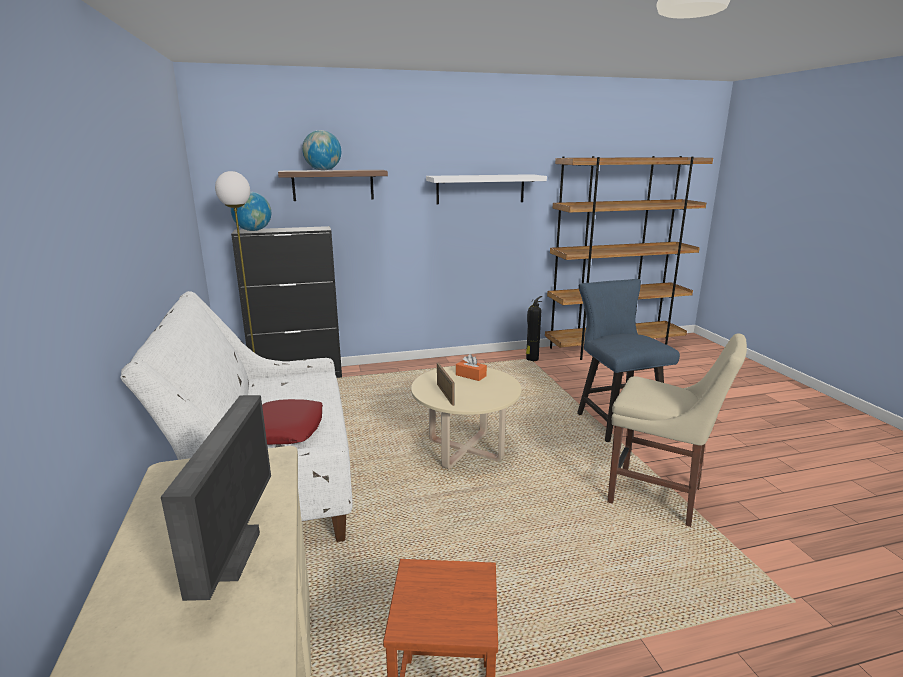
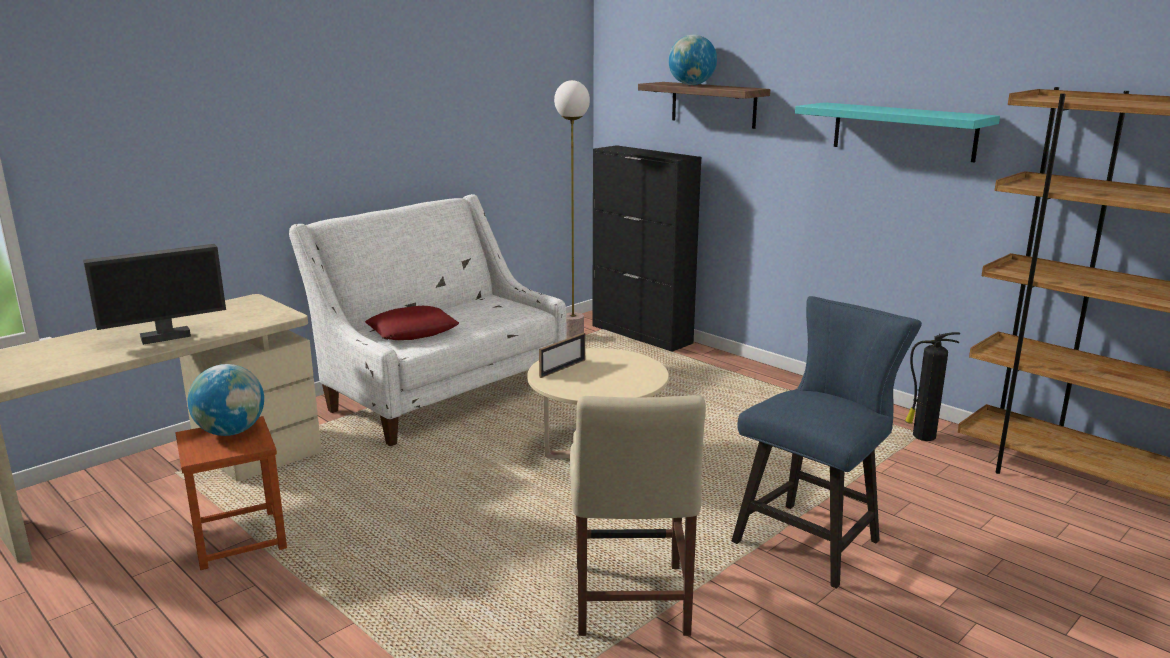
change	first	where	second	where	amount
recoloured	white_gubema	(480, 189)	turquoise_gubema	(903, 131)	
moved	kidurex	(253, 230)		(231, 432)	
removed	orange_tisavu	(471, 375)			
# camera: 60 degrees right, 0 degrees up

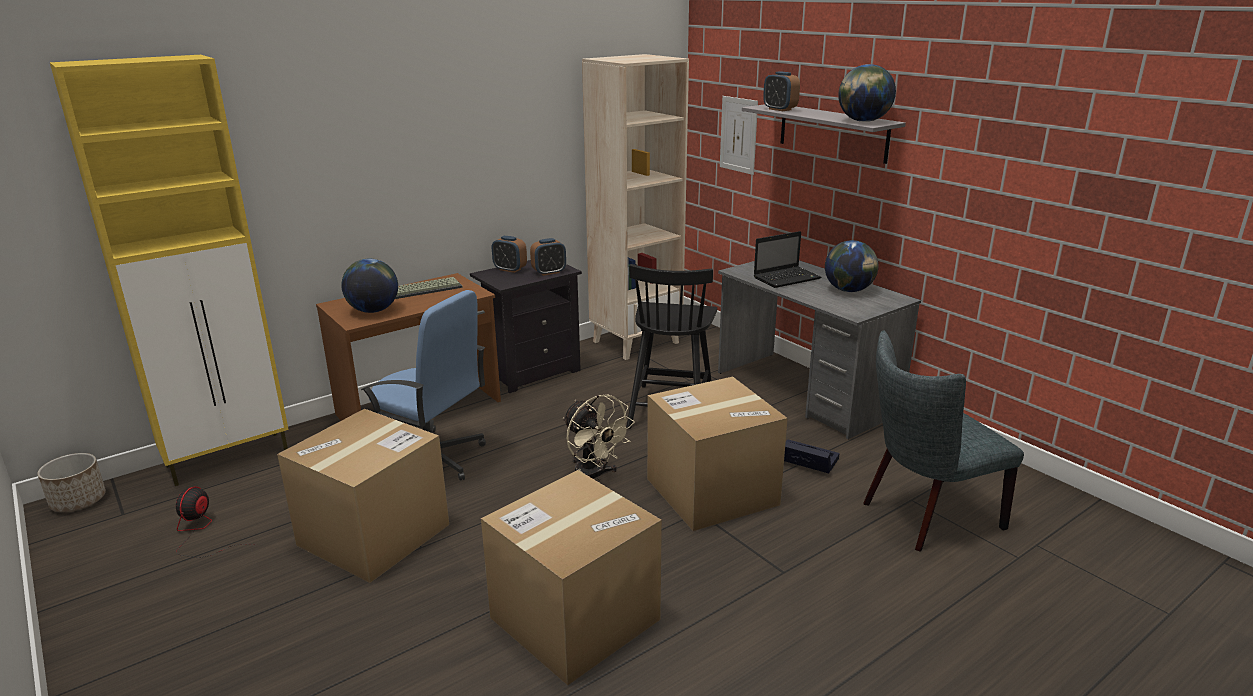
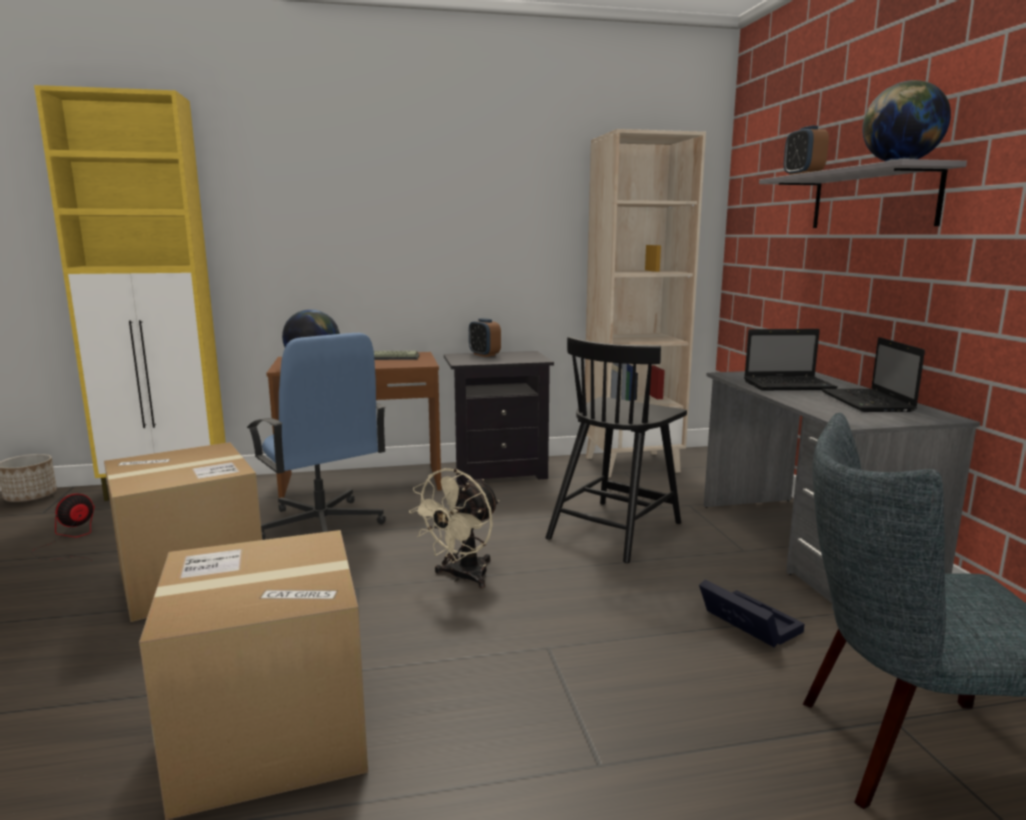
change	first	where	second	where	amount
removed	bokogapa	(738, 135)			
removed	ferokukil	(549, 272)			
replaced	kidurex	(849, 290)	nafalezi	(868, 402)	
removed	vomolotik	(712, 491)			
turned	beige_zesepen	(594, 476)		(462, 577)	45 degrees clockwise
# camera: 25 degrees right, 10 degrees down

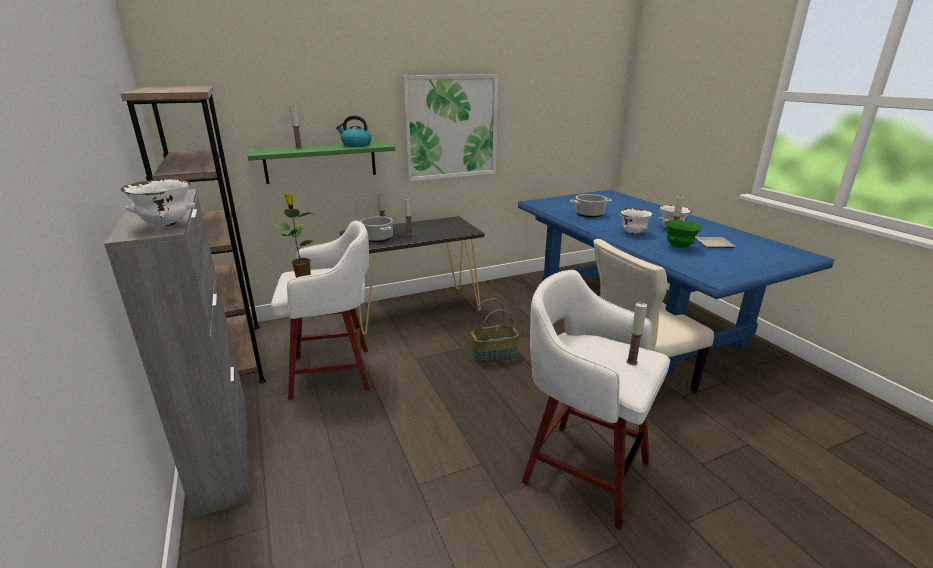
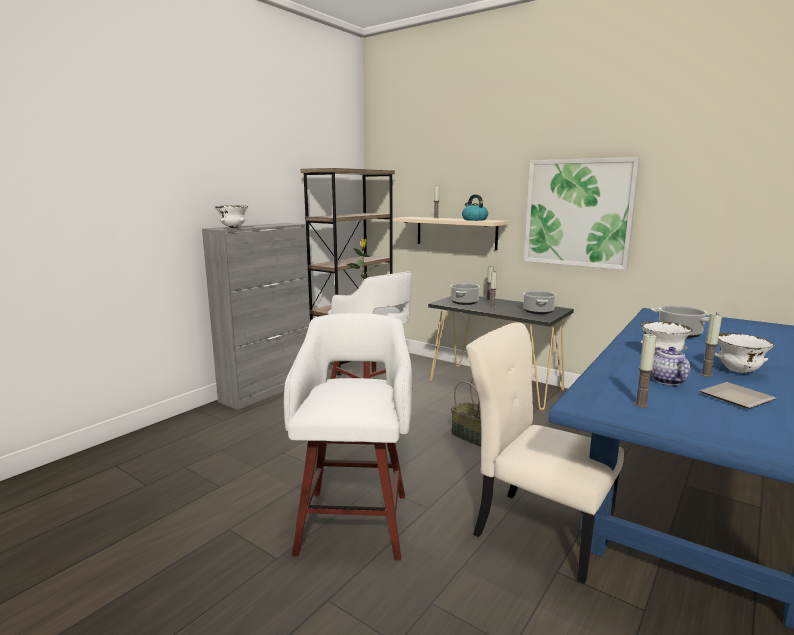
change	first	where	second	where	amount
recoloured	green_gubema	(321, 162)	beige_gubema	(456, 232)	
replaced	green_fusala	(678, 247)	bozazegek	(666, 380)	
moved	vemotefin	(631, 362)		(641, 405)	
added			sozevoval	(538, 311)	
# camera: 60 degrees right, 10 degrees down

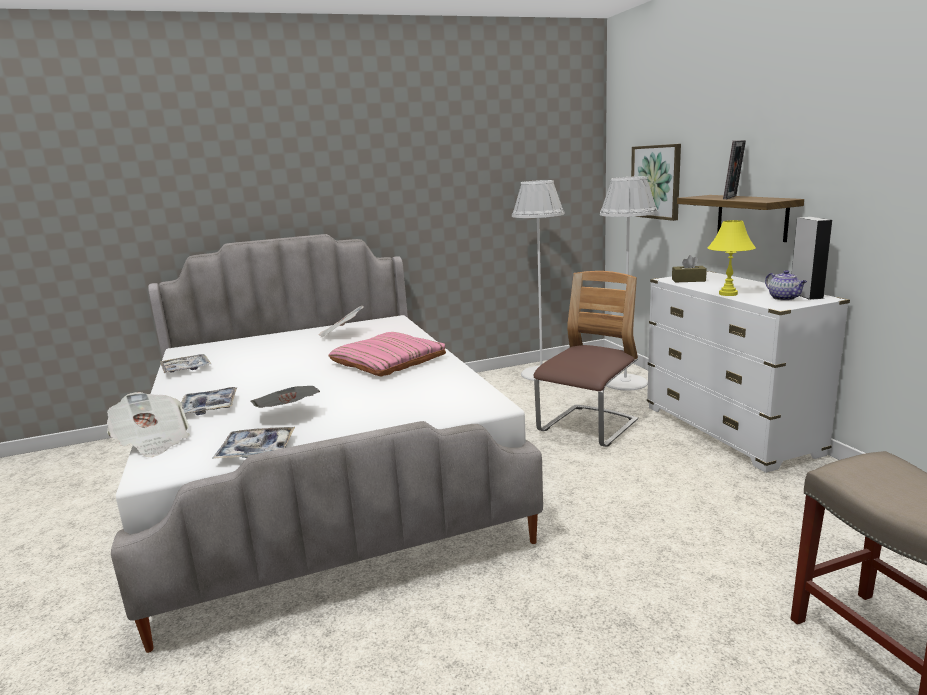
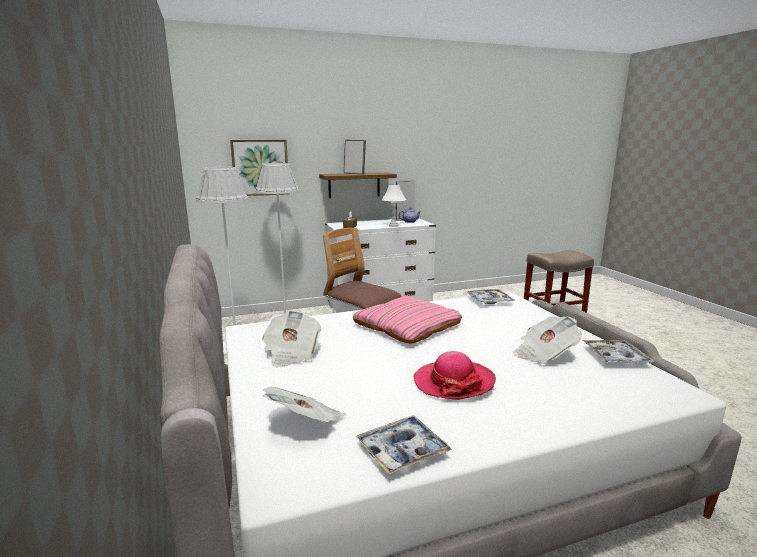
change	first	where	second	where	amount
recoloured	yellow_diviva	(727, 294)	white_diviva	(393, 225)	
moved	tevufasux	(209, 407)		(489, 301)	
moved	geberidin	(153, 442)		(306, 423)	
added			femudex	(454, 382)	
# camera: 90 degrees left, 0 degrees up

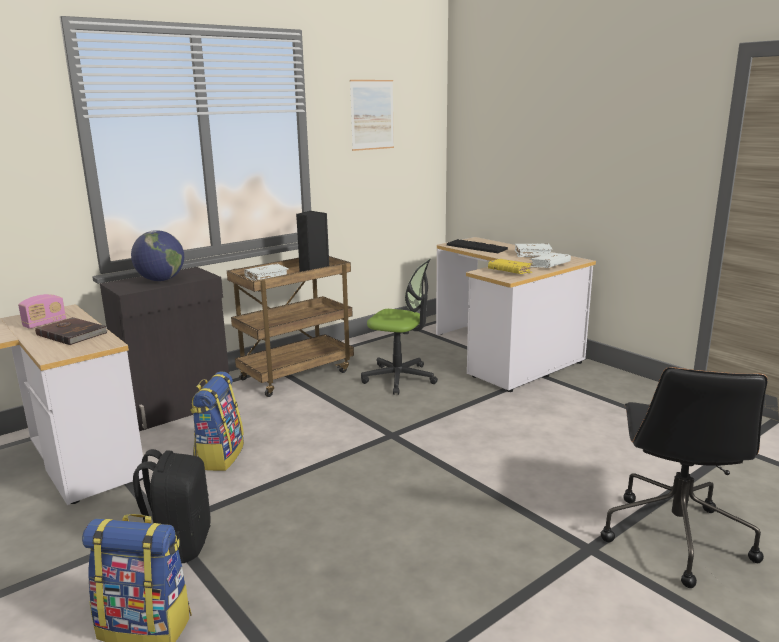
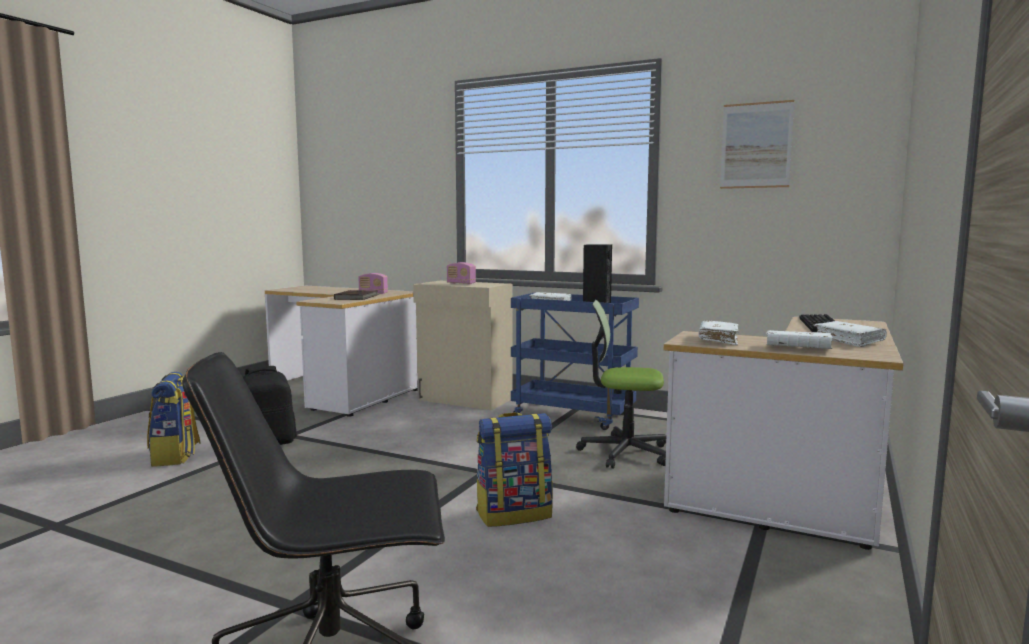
change	first	where	second	where	amount
replaced	kidurex	(161, 280)	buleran	(461, 283)	
recoloured	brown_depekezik	(296, 374)	blue_depekezik	(574, 416)	
turned	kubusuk	(399, 378)		(624, 452)	105 degrees clockwise
recoloured	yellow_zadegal	(509, 272)	white_zadegal	(718, 340)	
recoloured	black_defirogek	(178, 408)	beige_defirogek	(464, 400)	
moved	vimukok	(219, 456)		(514, 514)	
# camera: 65 degrees right, 10 degrees down

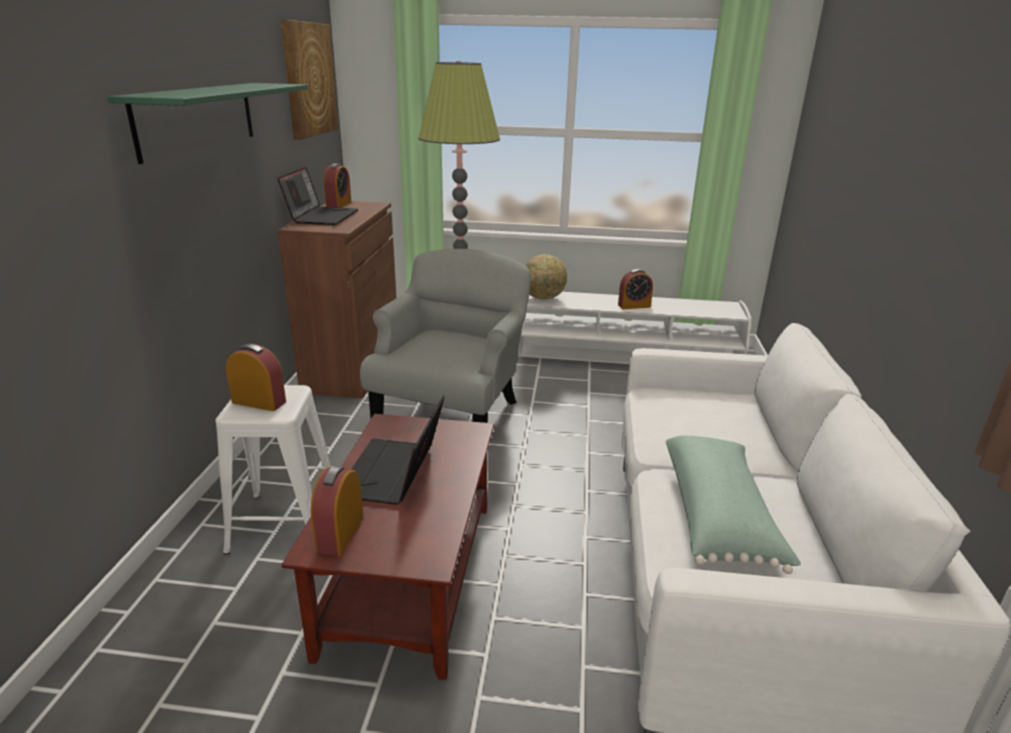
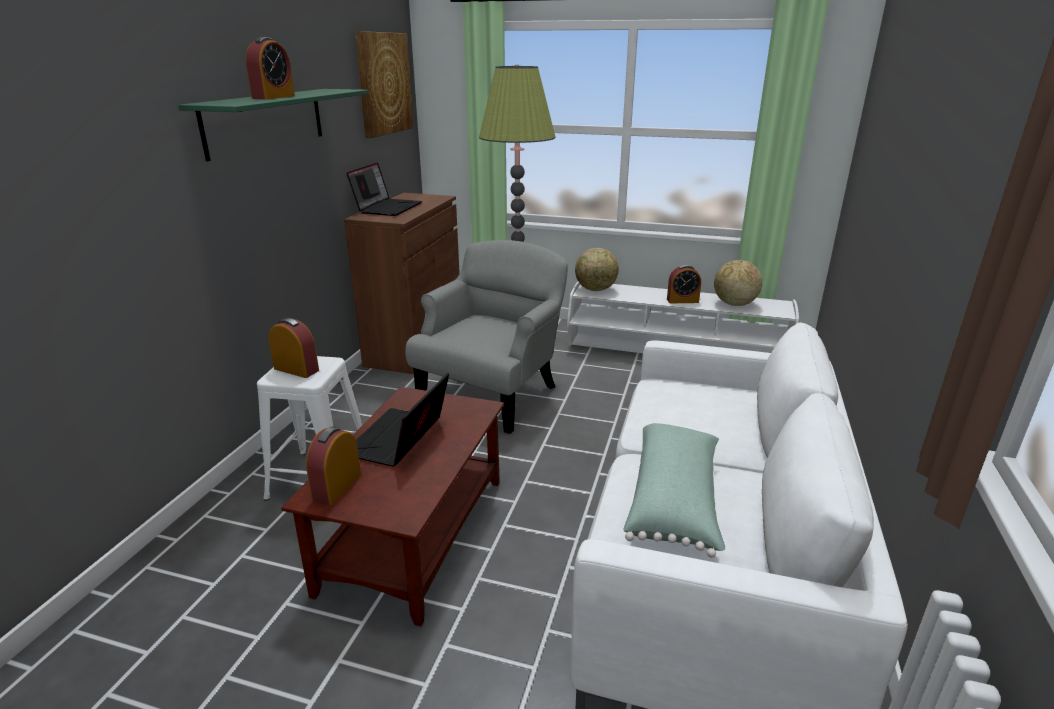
change	first	where	second	where	amount
moved	ferokukil	(339, 204)		(273, 97)	
added			kidurex	(734, 304)	
# camera: 10 degrees right, 0 degrees up

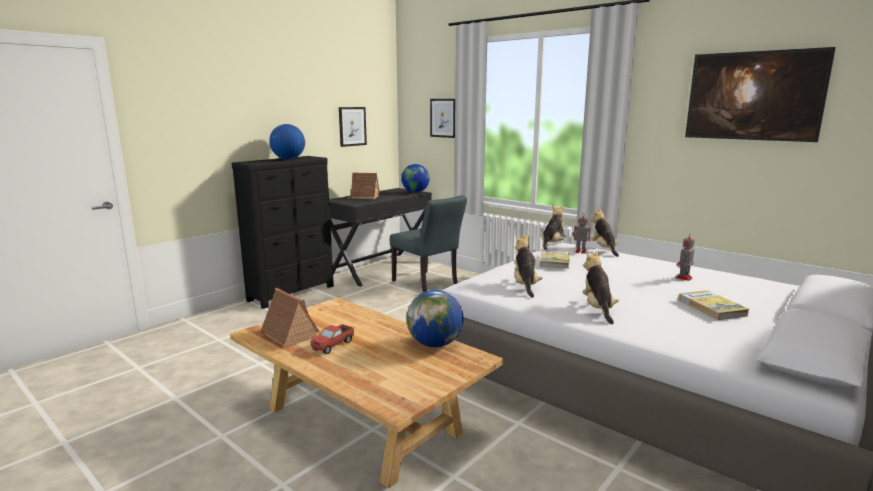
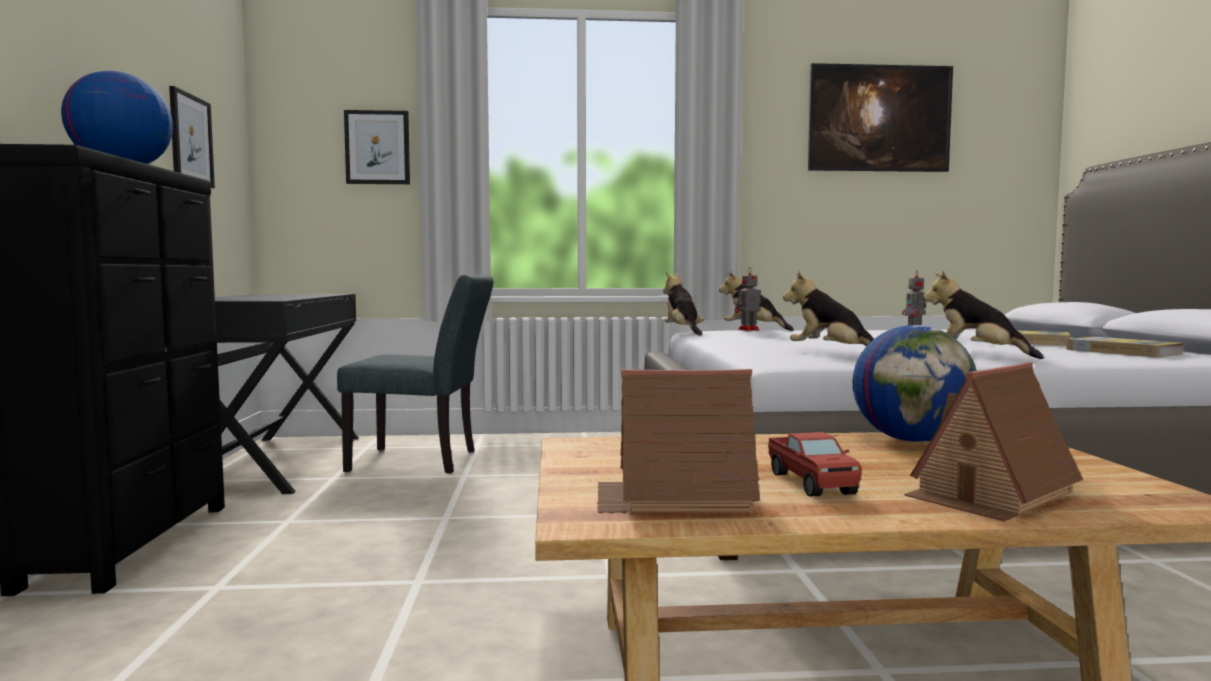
change	first	where	second	where	amount
removed	kidurex	(415, 192)			
moved	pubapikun	(363, 197)		(990, 494)	
moved	zadegal	(554, 261)		(1122, 352)	
# camera: 45 degrees left, 10 degrees down

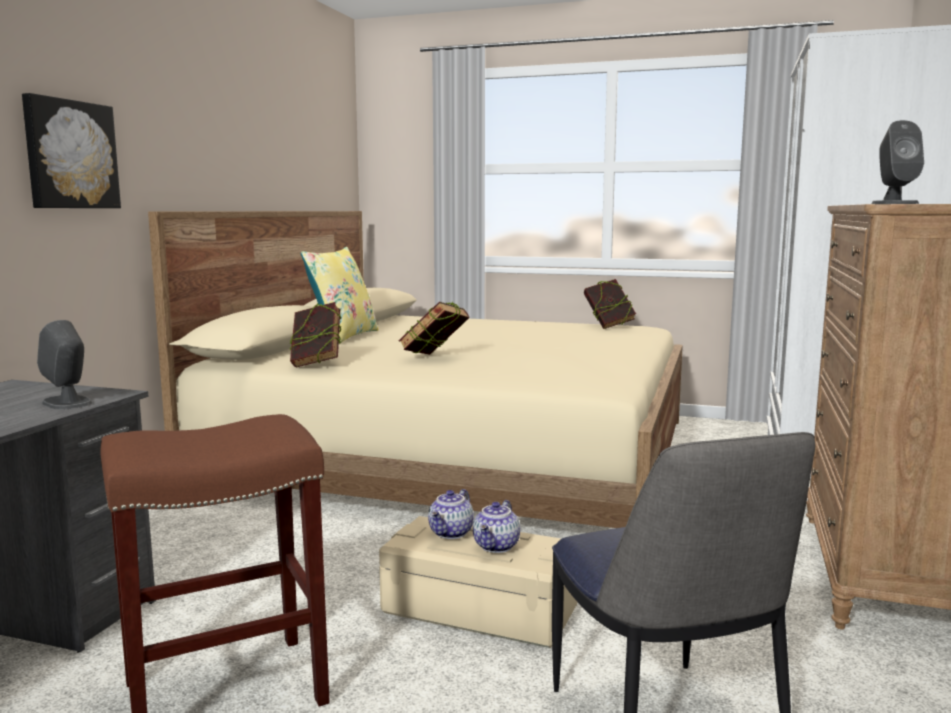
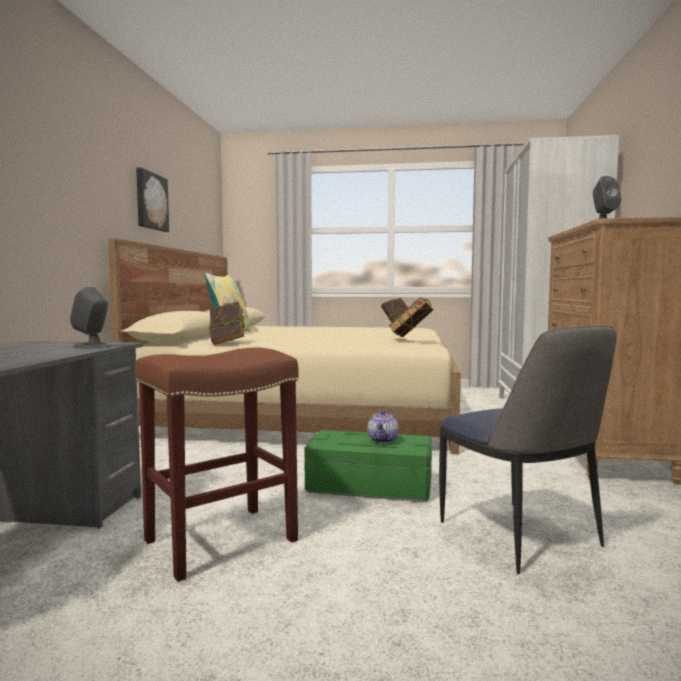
change	first	where	second	where	amount
moved	bokogapa	(70, 155)		(150, 201)	
moved	zadegal	(434, 358)		(411, 338)	
removed	bozazegek	(452, 533)			
recoloured	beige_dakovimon	(480, 609)	green_dakovimon	(370, 486)	
# camera: 10 degrees left, 5 degrees down

